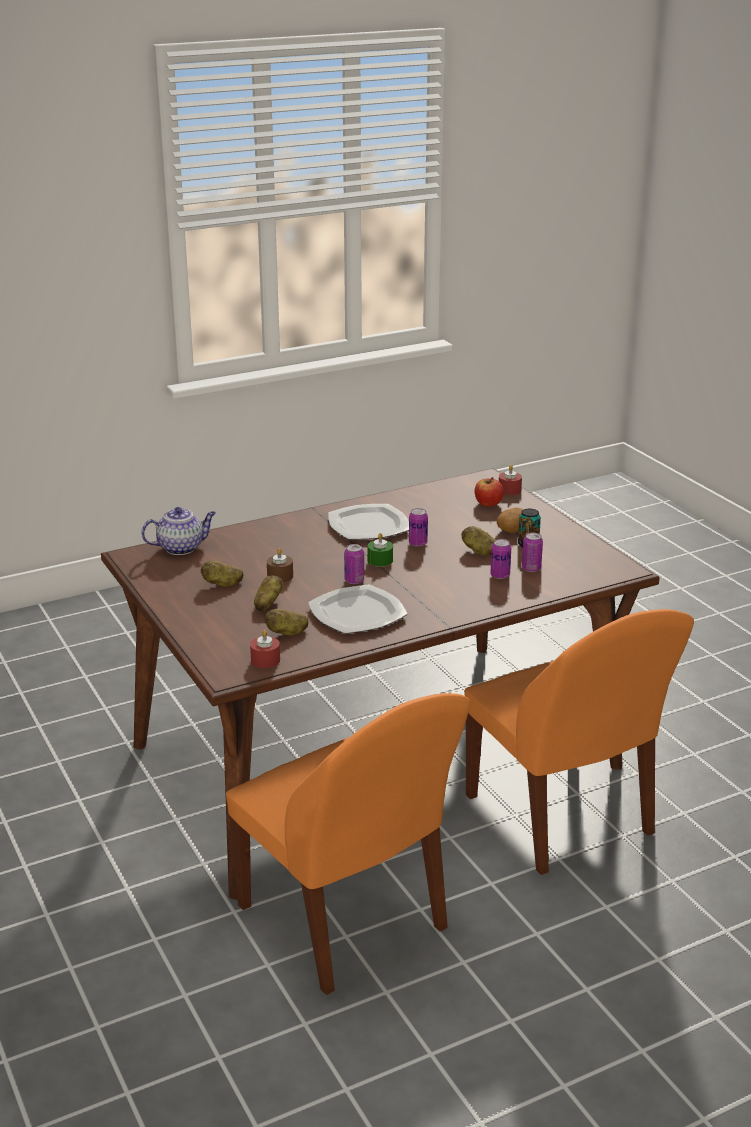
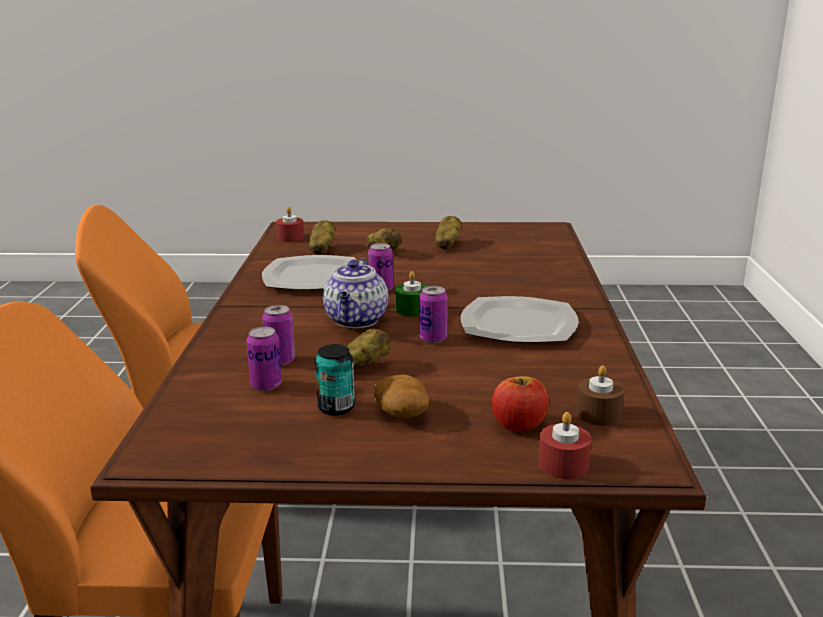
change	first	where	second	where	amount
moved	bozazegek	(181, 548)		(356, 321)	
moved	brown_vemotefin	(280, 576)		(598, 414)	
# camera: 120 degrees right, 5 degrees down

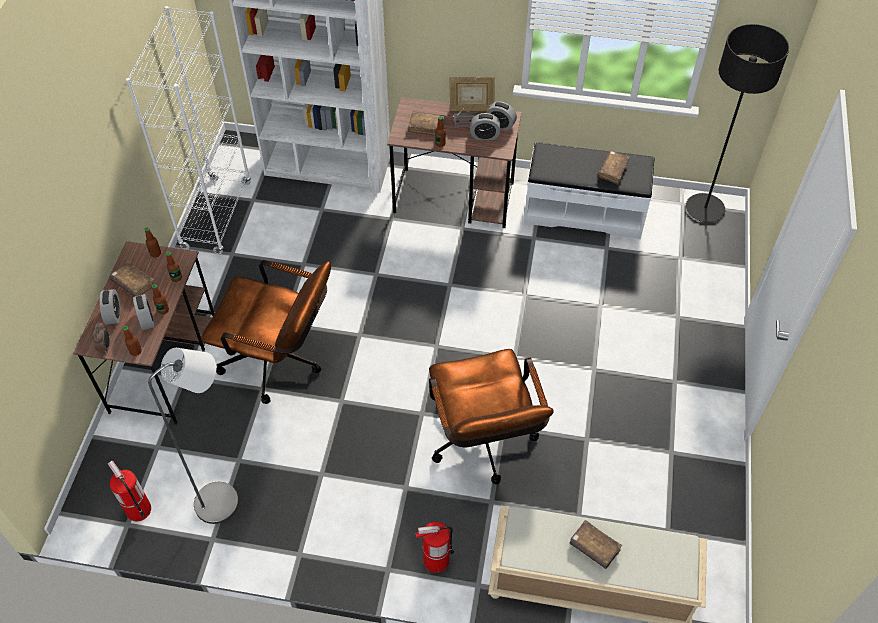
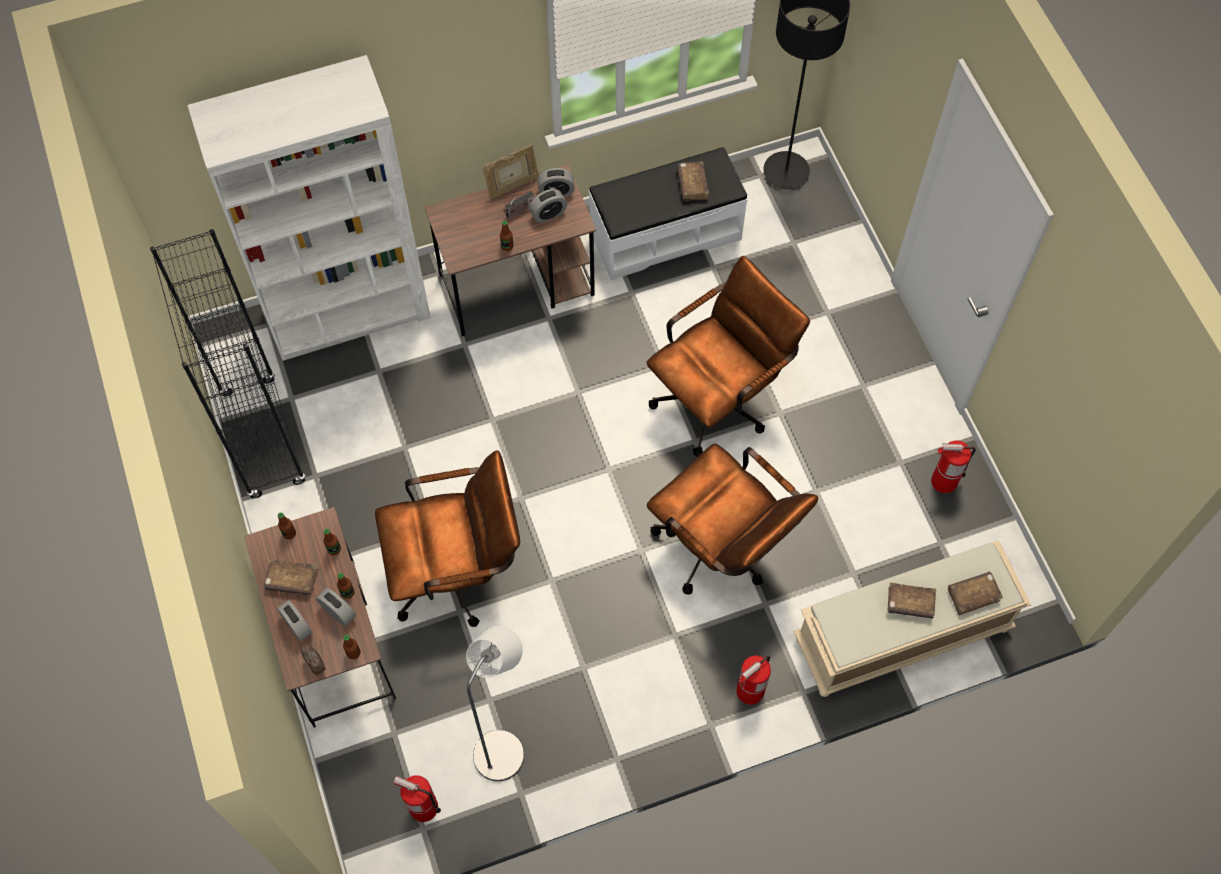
change	first	where	second	where	amount
recoloured	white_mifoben	(216, 215)	black_mifoben	(263, 438)	
moved	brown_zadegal	(427, 127)		(973, 595)	
added			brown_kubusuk	(719, 397)	
added			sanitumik	(943, 481)	
# camera: 30 degrees left, 10 degrees up

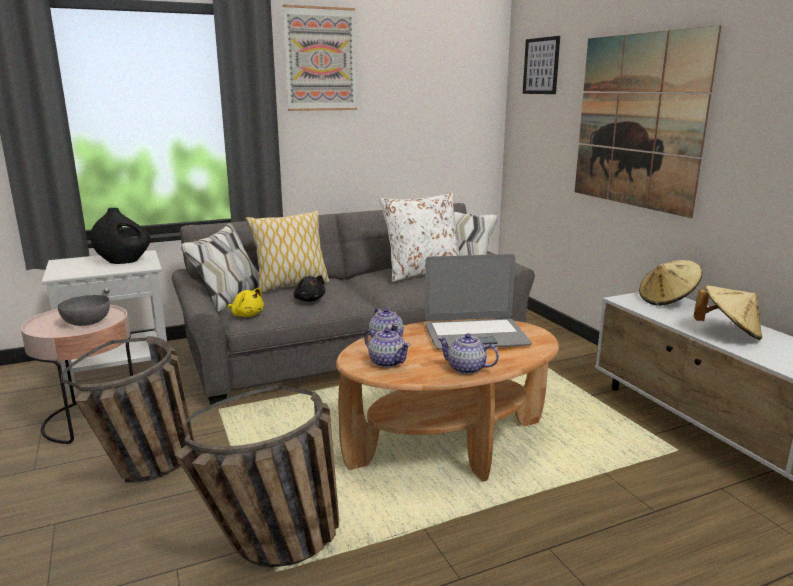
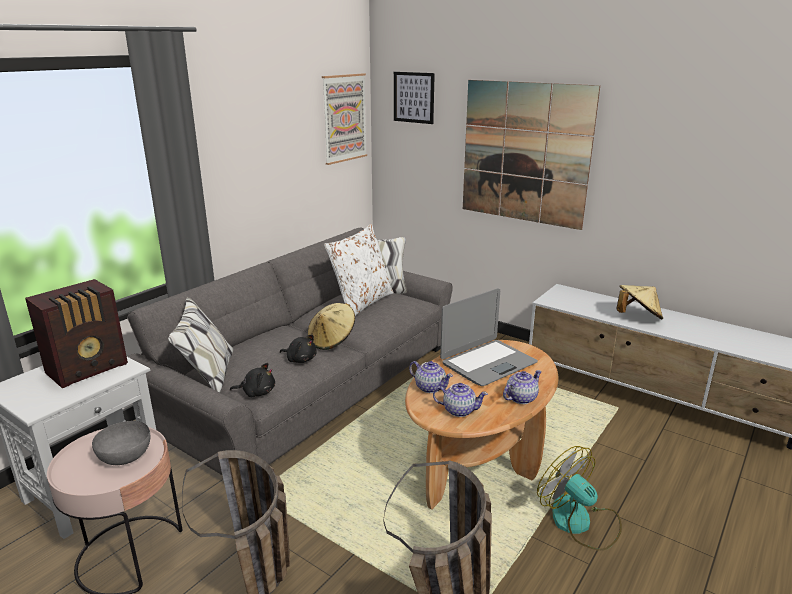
change	first	where	second	where	amount
moved	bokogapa	(320, 59)		(344, 118)	
replaced	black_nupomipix	(124, 261)	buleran	(89, 368)	
removed	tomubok	(291, 286)			
moved	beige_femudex	(667, 300)		(332, 340)	
recoloured	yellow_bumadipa	(247, 315)	black_bumadipa	(257, 392)	
turned	bozazegek	(467, 369)		(520, 398)	150 degrees clockwise
added			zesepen	(579, 523)	
# camera: 30 degrees left, 5 degrees up

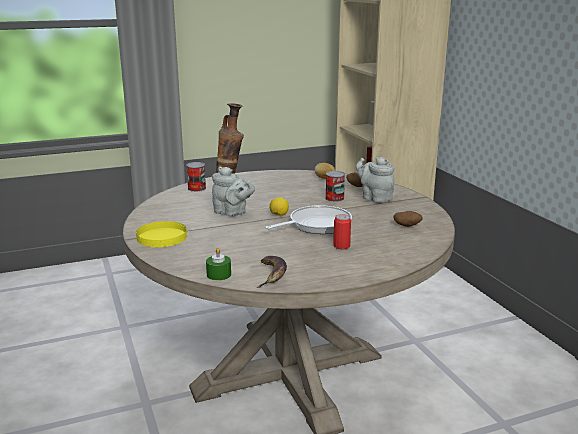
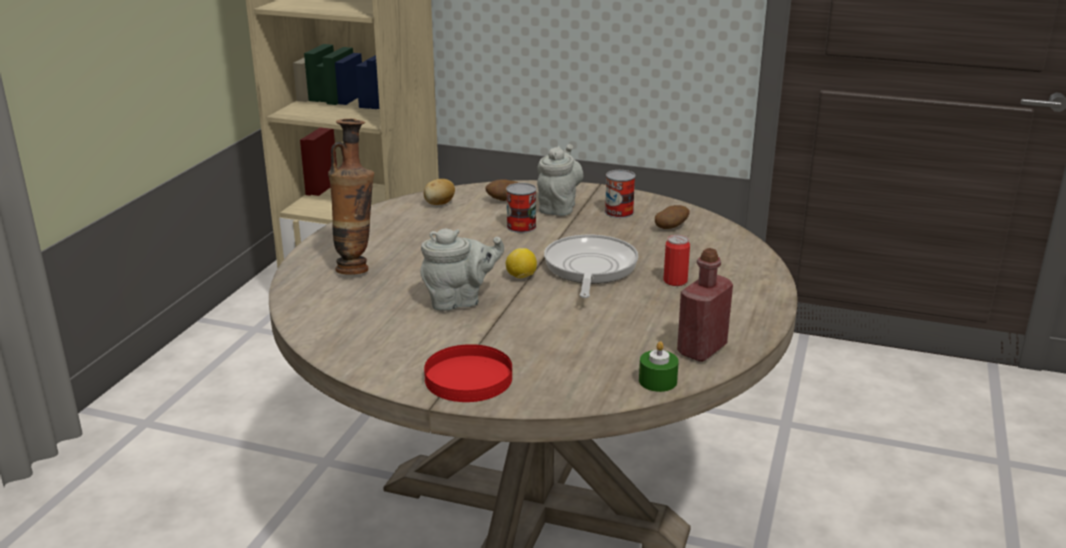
change	first	where	second	where	amount
turned	grey_bozazegek	(374, 198)		(558, 207)	105 degrees clockwise
moved	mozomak	(197, 188)		(619, 212)	
recoloured	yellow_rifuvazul	(162, 237)	red_rifuvazul	(468, 377)	
replaced	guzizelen	(271, 275)	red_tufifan	(702, 349)	
# camera: 50 degrees left, 5 degrees up

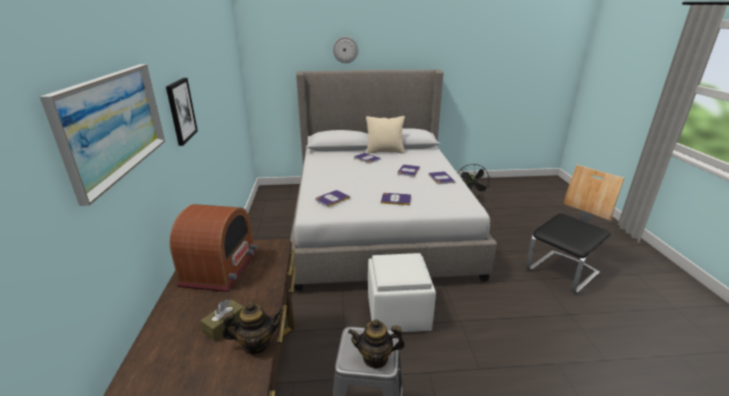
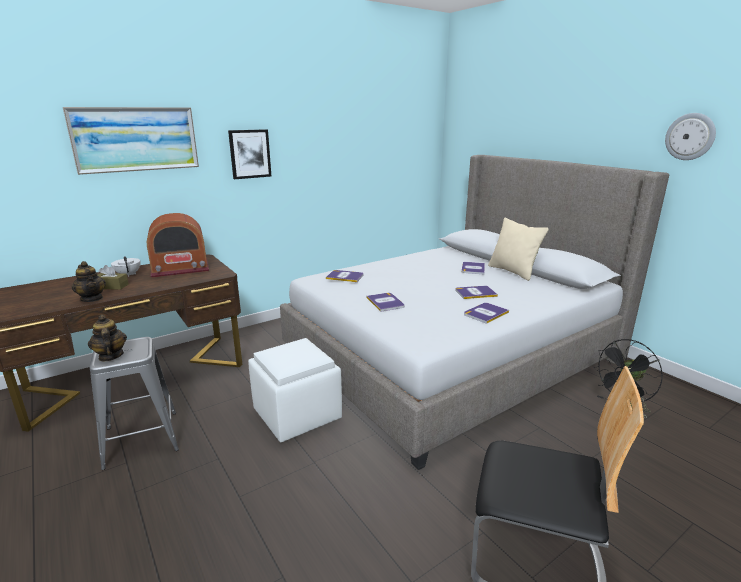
change	first	where	second	where	amount
moved	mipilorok	(345, 49)		(690, 136)	
added			white_bozazegek	(128, 274)	
# camera: 60 degrees right, 5 degrees down

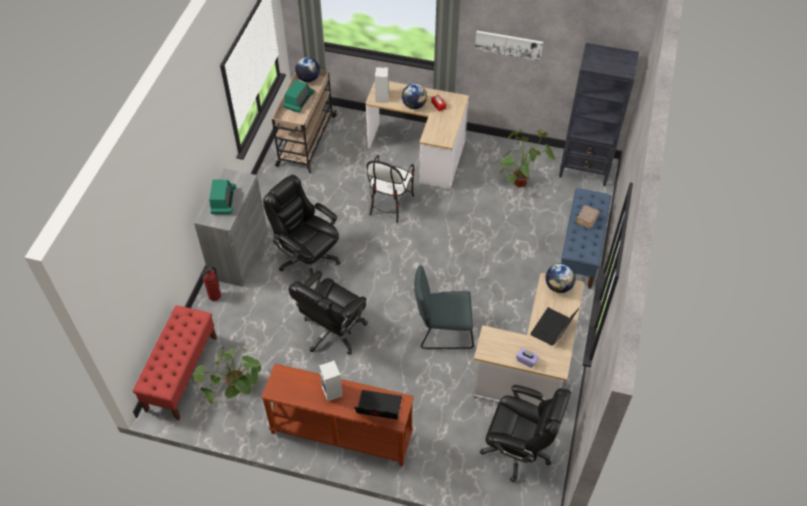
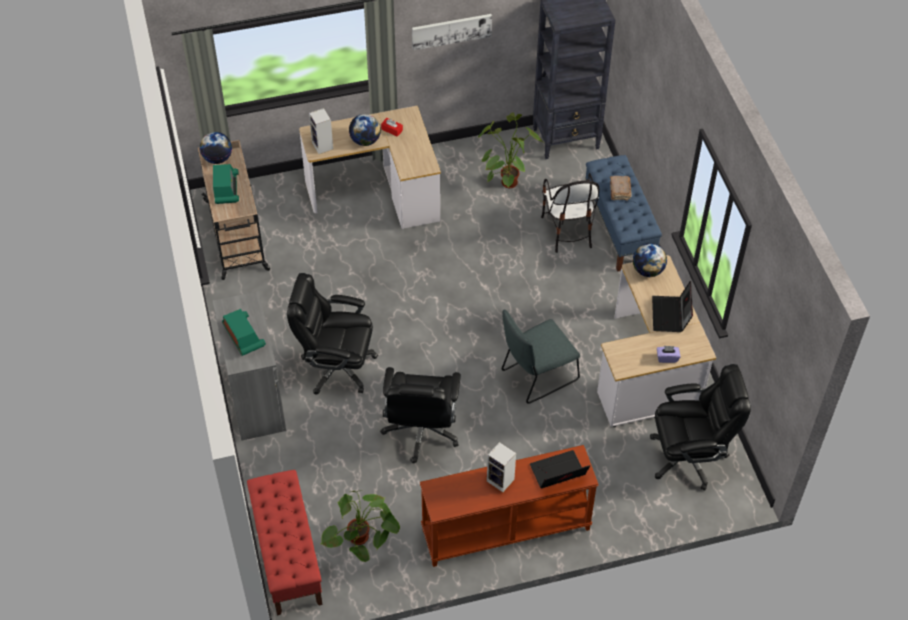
change	first	where	second	where	amount
moved	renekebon	(390, 204)		(567, 231)	
removed	sanitumik	(215, 296)			
# camera: 30 degrees left, 0 degrees up

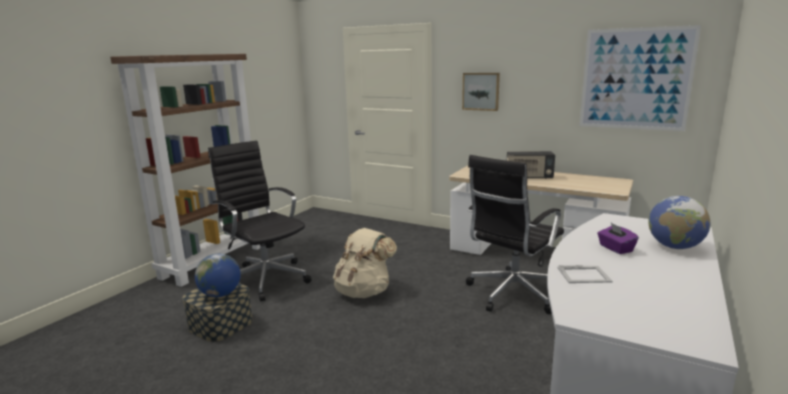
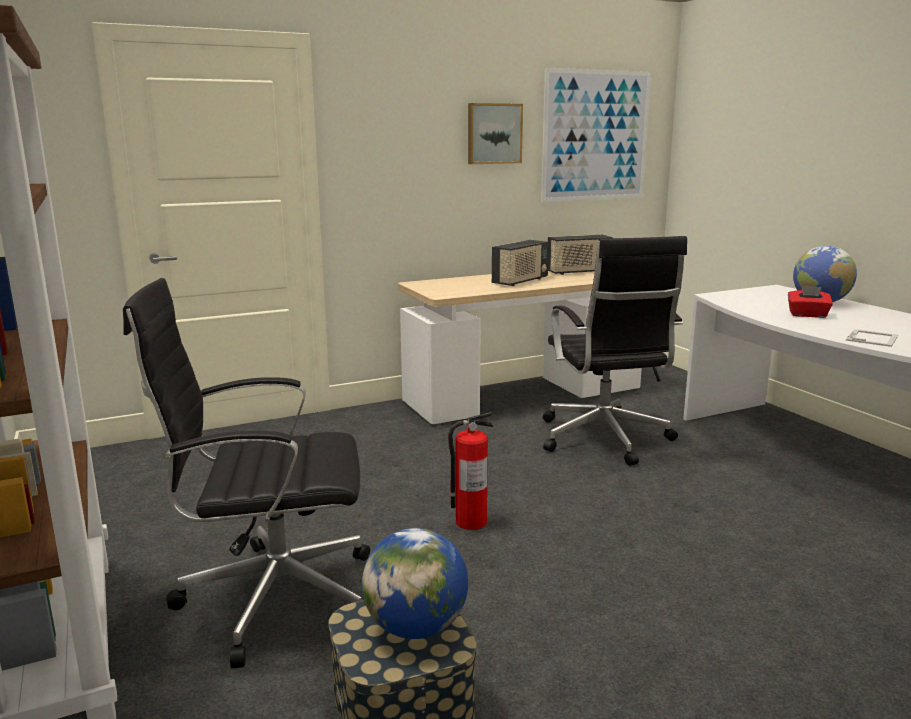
change	first	where	second	where	amount
moved	bokogapa	(481, 91)		(493, 133)	
recoloured	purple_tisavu	(615, 248)	red_tisavu	(807, 315)	
replaced	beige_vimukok	(364, 291)	sanitumik	(470, 522)	
added			buleran	(578, 272)	
# camera: 55 degrees left, 0 degrees up

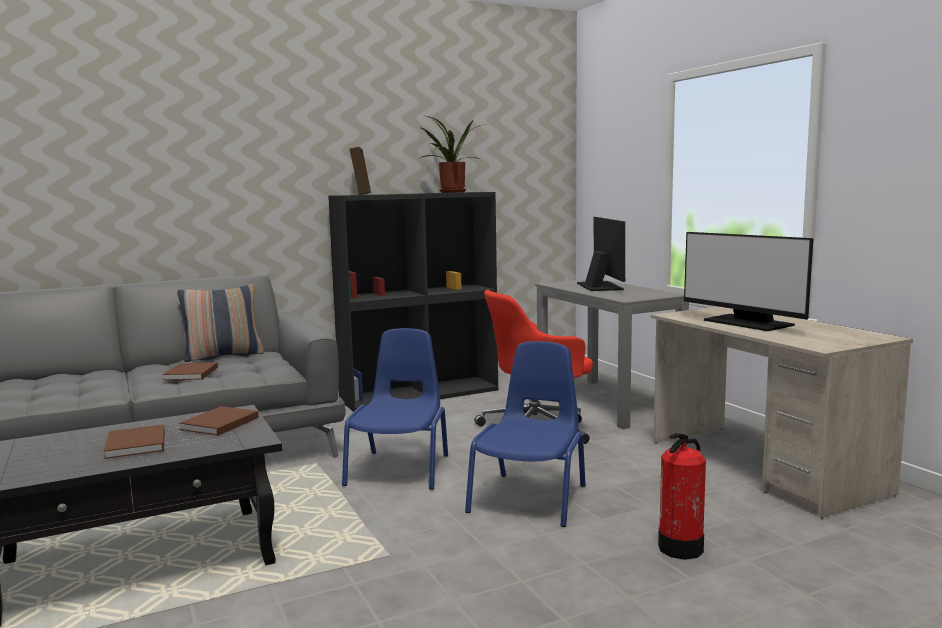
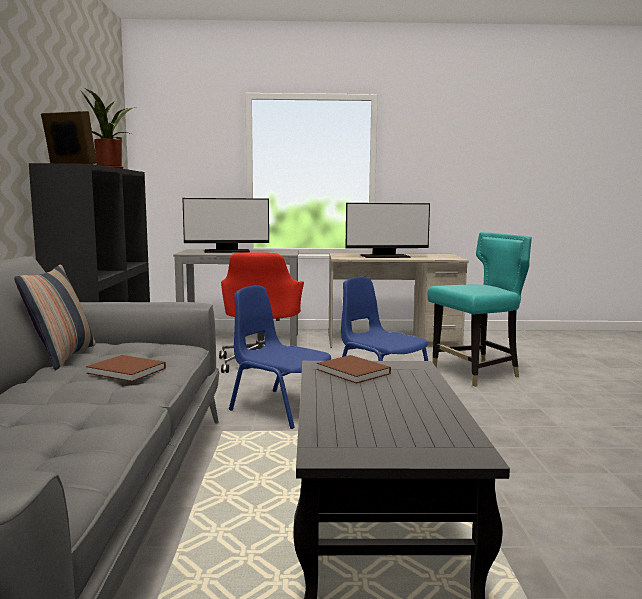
change	first	where	second	where	amount
turned	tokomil	(600, 286)		(227, 251)	150 degrees clockwise
removed	brown_zadegal	(136, 445)			
replaced	sanitumik	(681, 548)	turquoise_renekebon	(476, 373)	
# camera: 65 degrees left, 0 degrees up

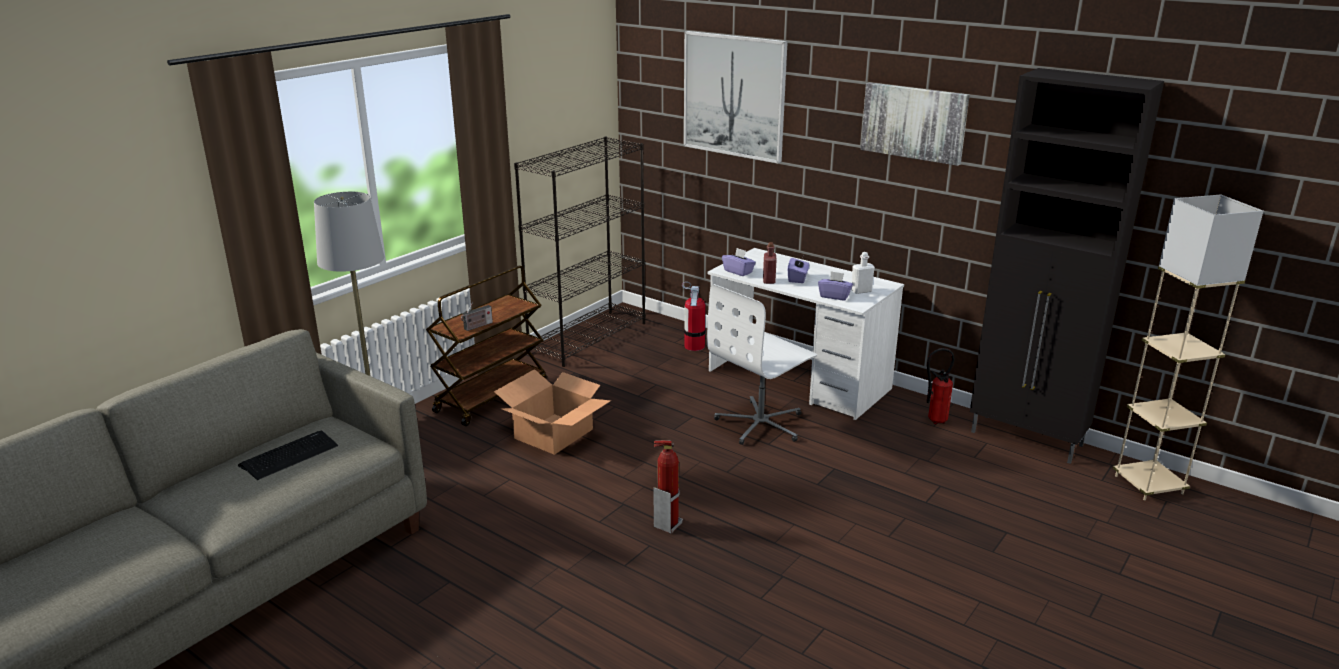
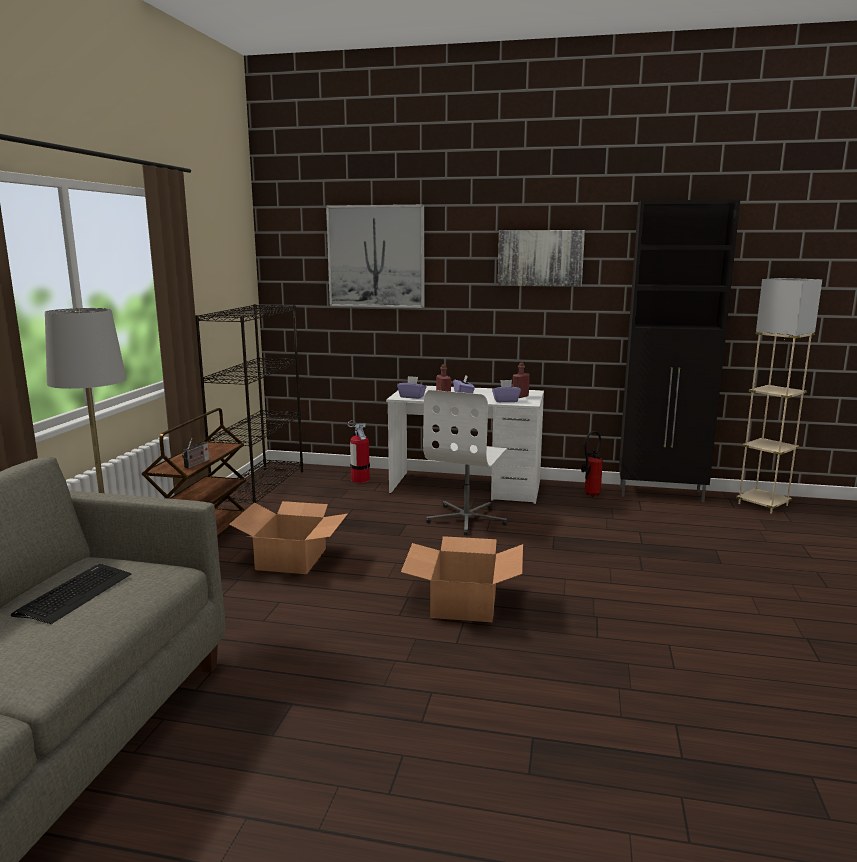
change	first	where	second	where	amount
recoloured	white_tufifan	(861, 291)	red_tufifan	(520, 396)	
replaced	sanitumik	(667, 525)	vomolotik	(463, 603)	
# camera: 25 degrees left, 10 degrees down

